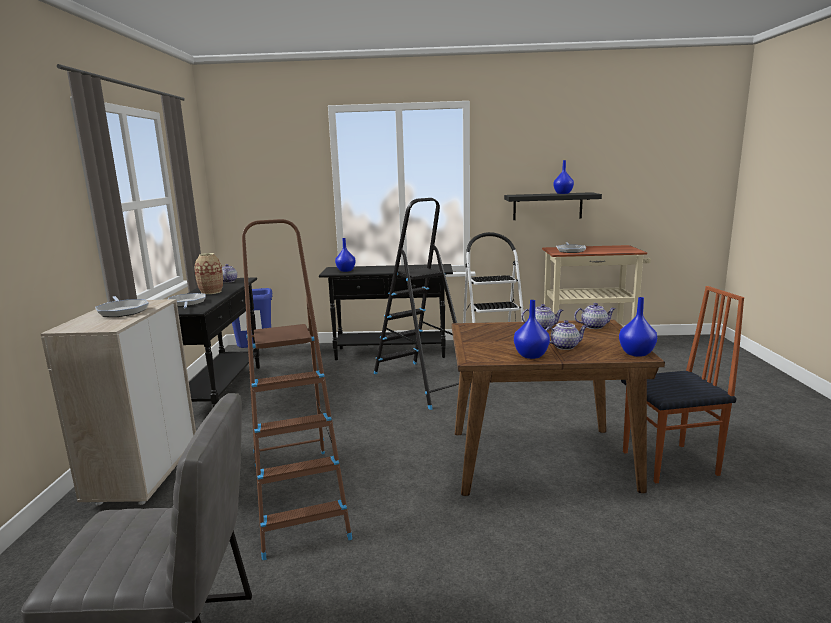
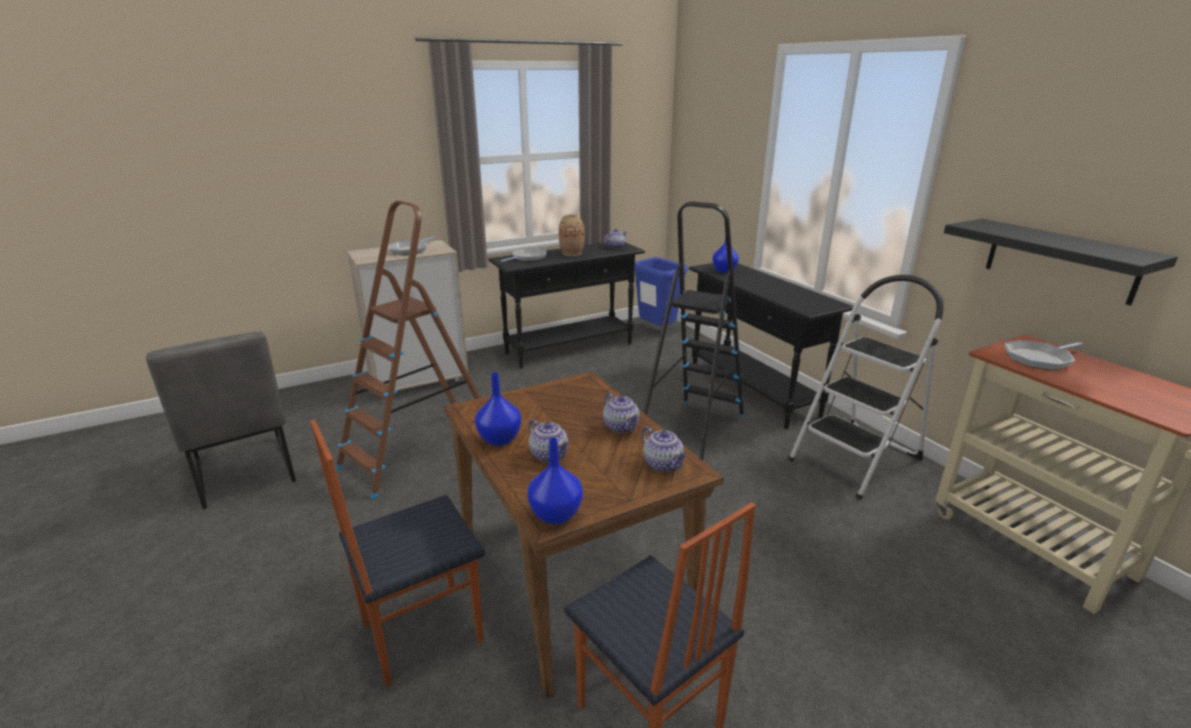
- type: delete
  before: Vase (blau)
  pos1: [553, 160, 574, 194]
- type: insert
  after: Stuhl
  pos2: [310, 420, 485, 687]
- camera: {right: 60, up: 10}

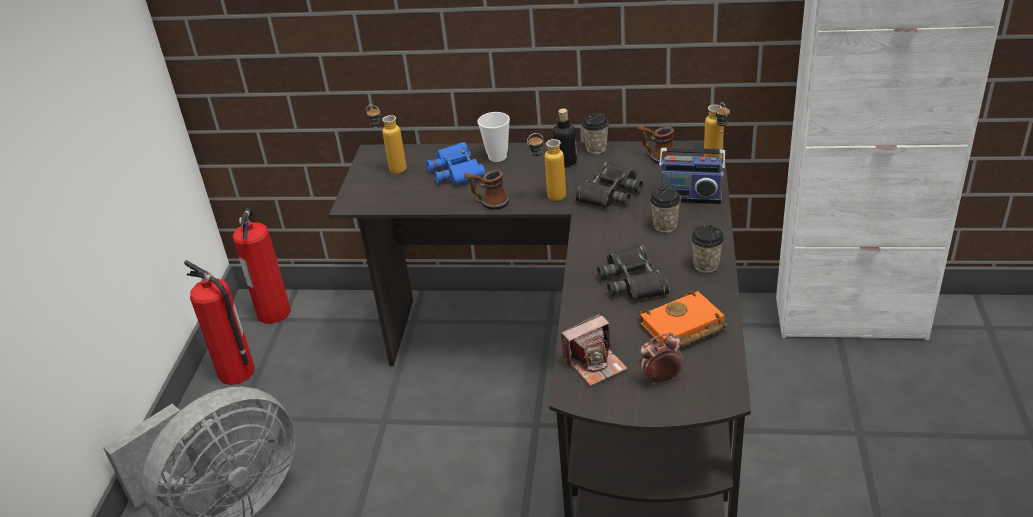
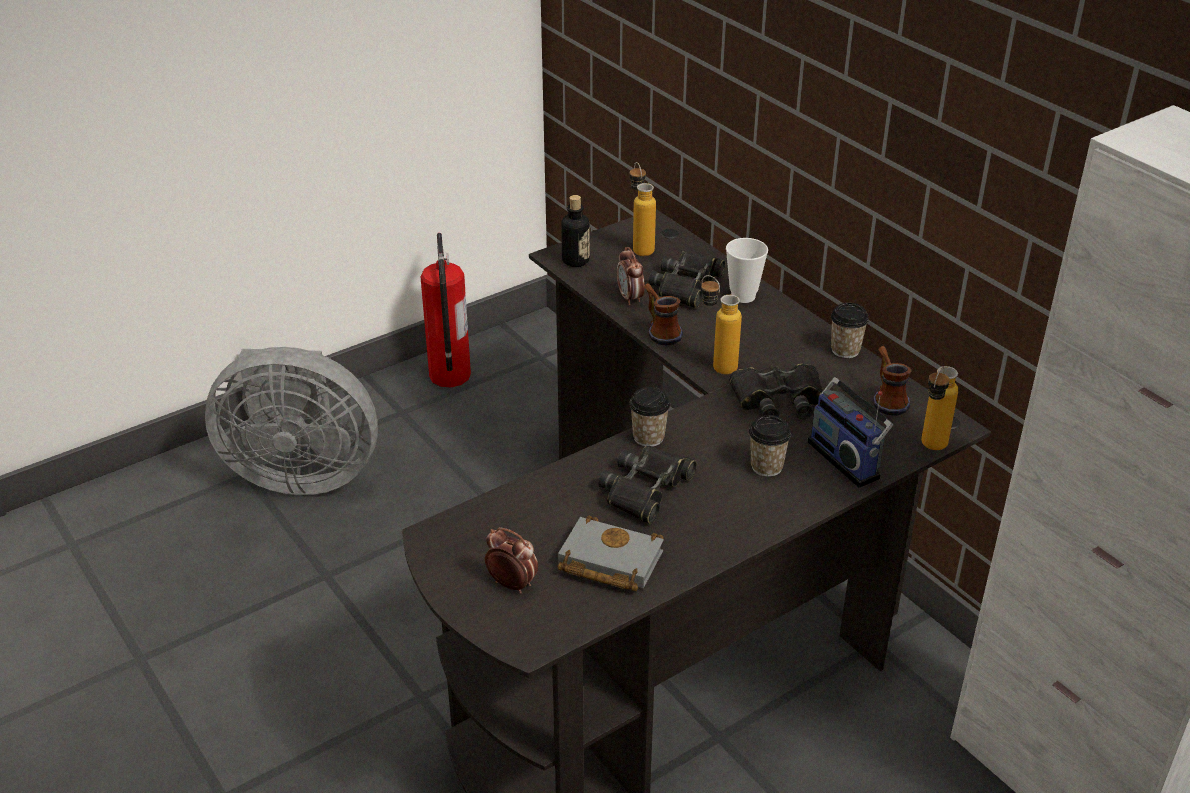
- type: move
  before: Flasche
  pos1: [553, 109, 577, 167]
  pos2: [561, 195, 590, 267]
- type: recolor
  before: Fernglas (blau)
  after: Fernglas (schwarz)
  pos1: [426, 142, 486, 185]
  pos2: [648, 251, 726, 308]
- type: delete
  before: Feuerlöscher
  pos1: [232, 208, 291, 324]
- type: move
  before: Tasse
  pos1: [691, 225, 724, 273]
  pos2: [629, 387, 670, 447]
- type: recolor
  before: Buch (orange)
  after: Buch (grau)
  pos1: [639, 291, 727, 347]
  pos2: [558, 515, 664, 591]
- type: delete
  before: Kamera
  pos1: [561, 314, 628, 386]
- type: insert
  after: Wecker
  pos2: [617, 247, 645, 305]
- camera: {right: 45, up: 0}

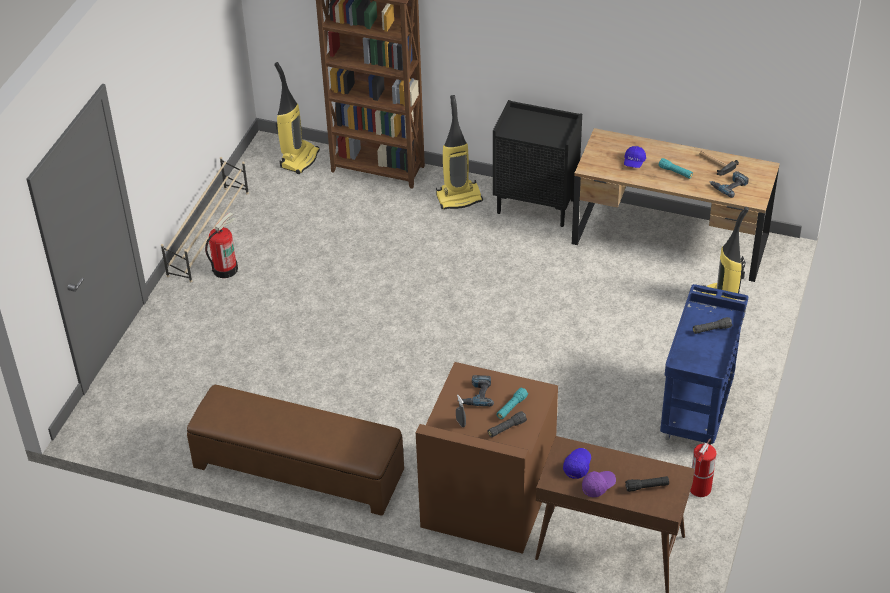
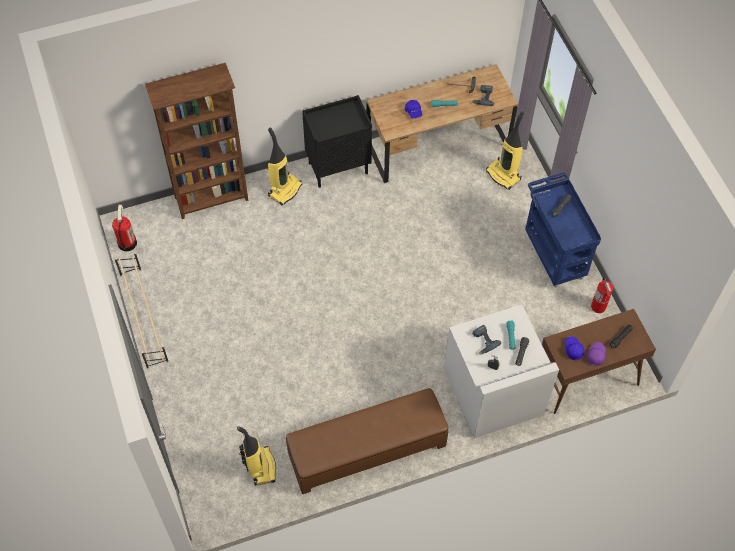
- type: move
  before: Staubsauger
  pos1: [274, 62, 320, 174]
  pos2: [237, 426, 276, 486]
- type: move
  before: Feuerlöscher
  pos1: [205, 212, 238, 278]
  pos2: [112, 205, 137, 251]
- type: recolor
  before: Waschmaschine (braun)
  after: Waschmaschine (weiß)
  pos1: [416, 362, 558, 554]
  pos2: [444, 304, 559, 438]
- camera: {right: -40, up: 15}

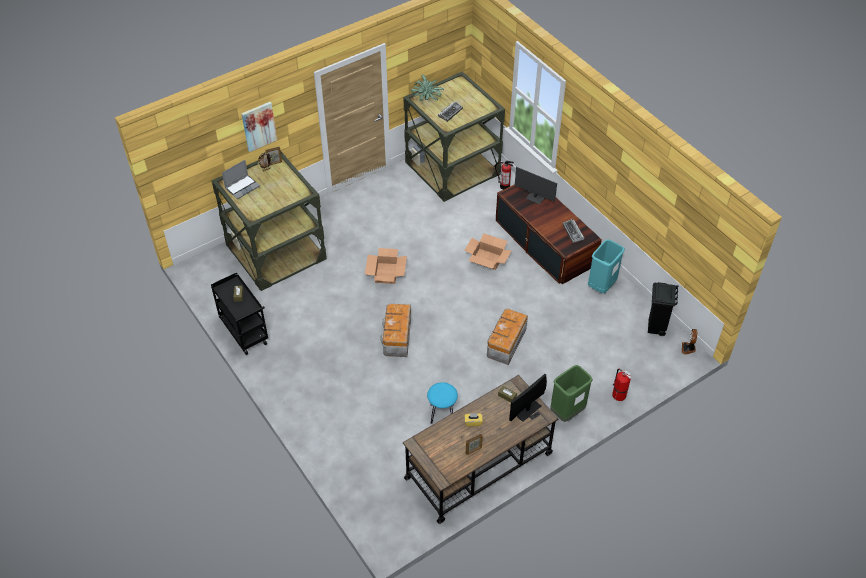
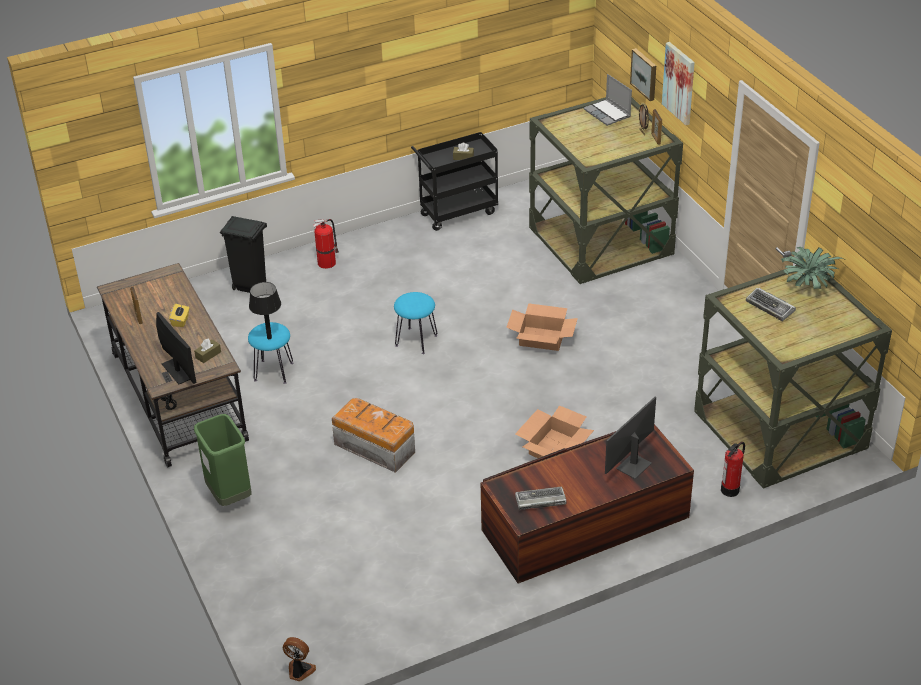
- type: delete
  before: Mülleimer (türkis)
  pos1: [588, 239, 625, 293]
- type: move
  before: Mülleimer (schwarz)
  pos1: [648, 282, 678, 336]
  pos2: [220, 216, 267, 293]
- type: replace
  before: Aufbewahrungsbox
  after: Hocker (türkis)
  pos1: [380, 304, 411, 357]
  pos2: [394, 292, 438, 354]
- type: move
  before: Feuerlöscher
  pos1: [612, 369, 631, 401]
  pos2: [313, 219, 339, 269]
- type: insert
  after: Bild
  pos2: [630, 48, 656, 101]
- type: insert
  after: Tischlampe (schwarz)
  pos2: [249, 282, 281, 339]
- camera: {right: 100, up: -10}

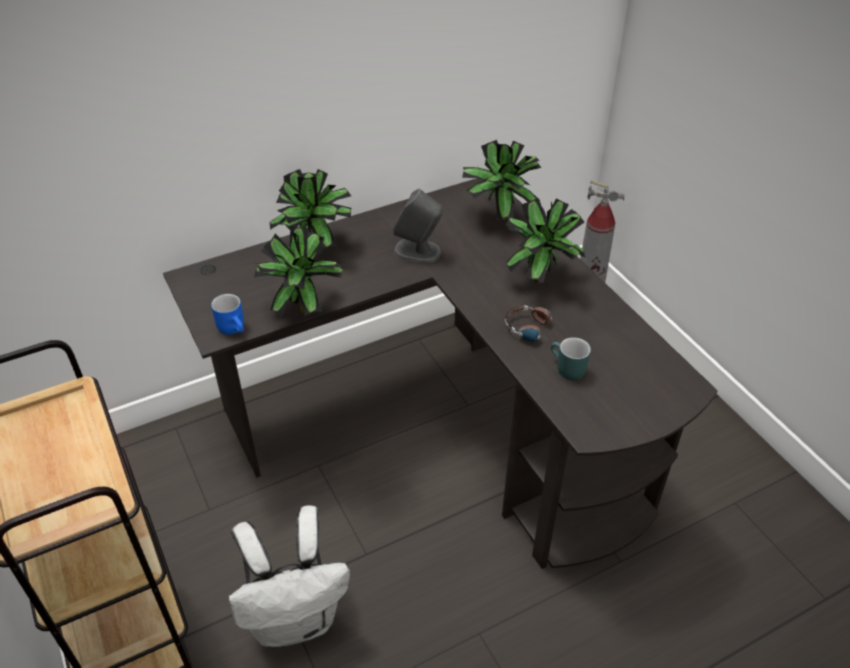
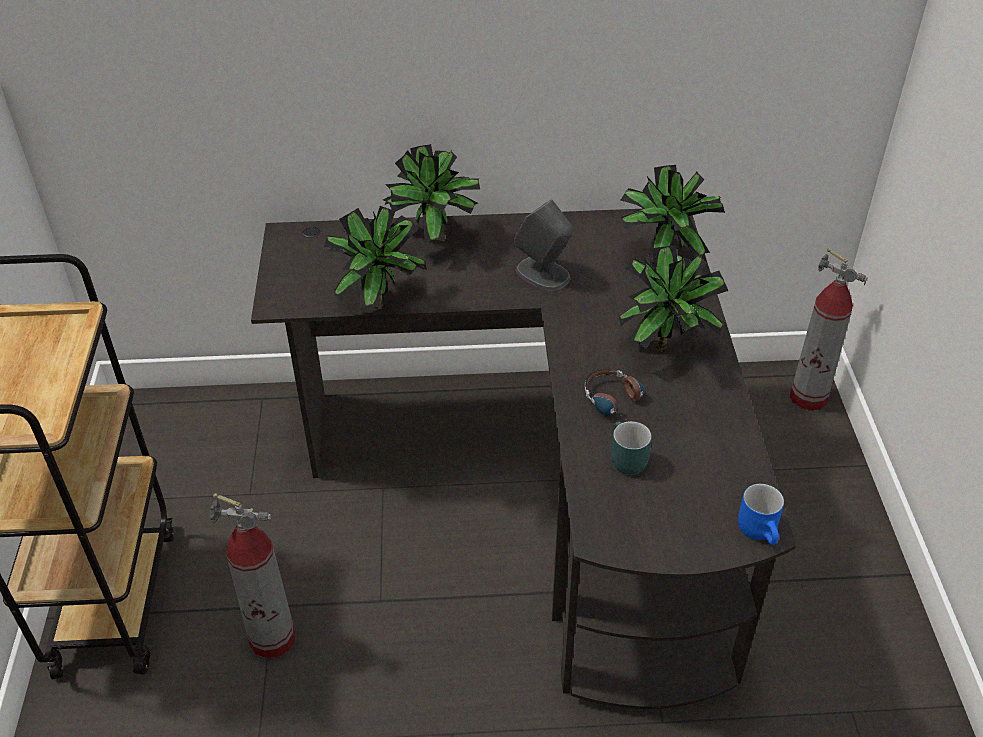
- type: move
  before: Henkelbecher (blau)
  pos1: [211, 294, 244, 335]
  pos2: [738, 484, 784, 545]
- type: replace
  before: Rucksack (weiß)
  after: Feuerlöscher
  pos1: [229, 505, 350, 647]
  pos2: [210, 493, 295, 659]
- camera: {right: 25, up: 0}

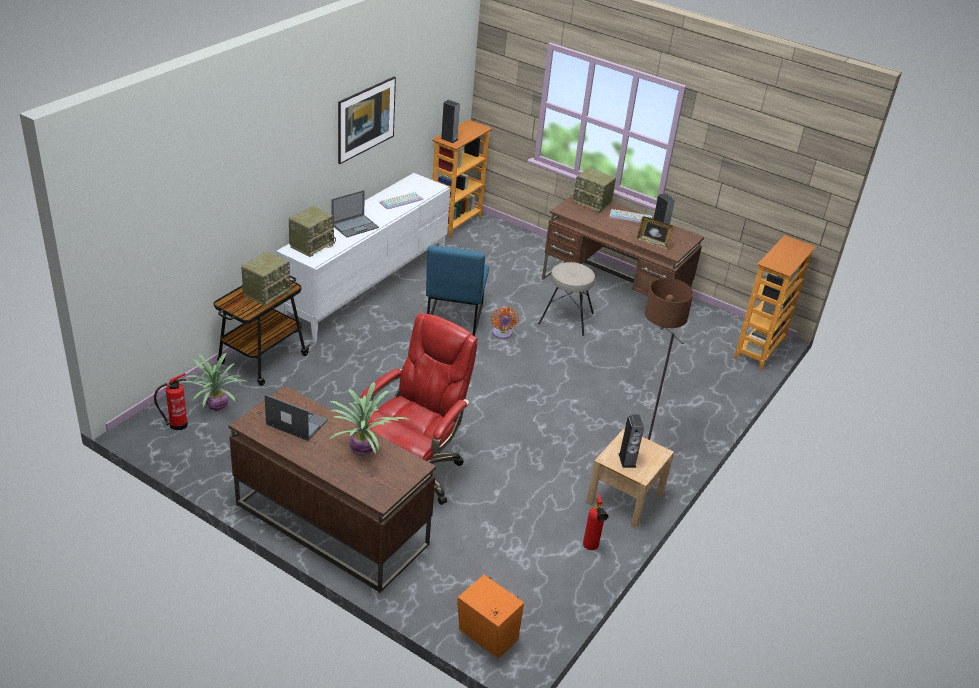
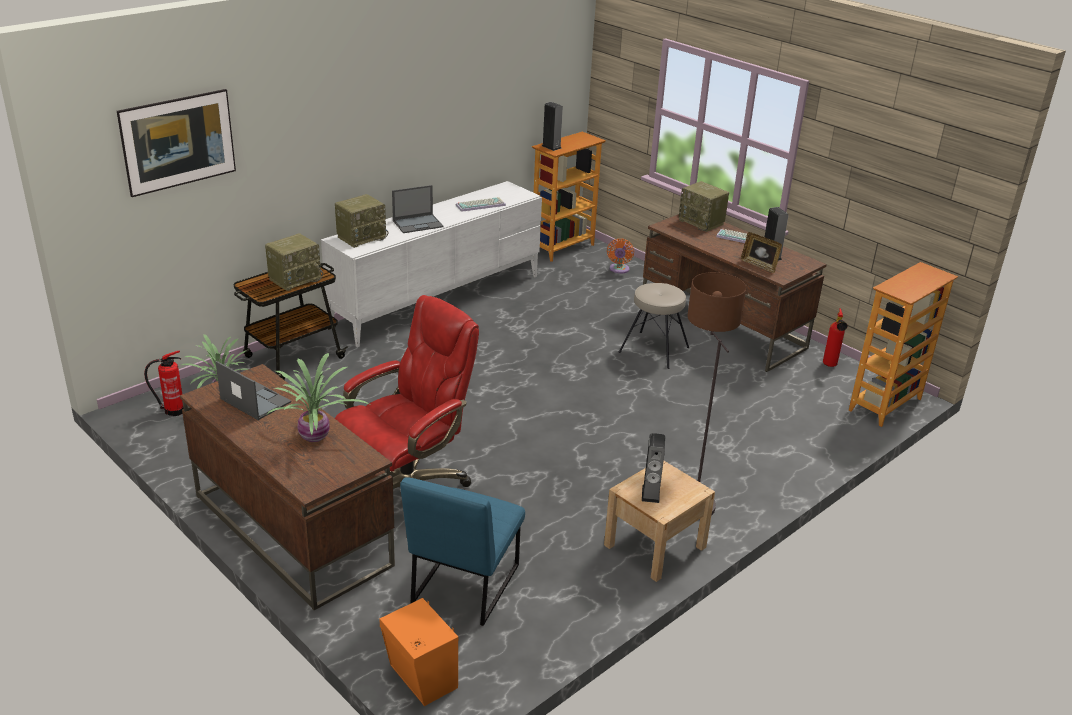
- type: move
  before: Bild
  pos1: [338, 77, 396, 164]
  pos2: [117, 89, 236, 197]
- type: move
  before: Stuhl (blau)
  pos1: [426, 245, 489, 336]
  pos2: [400, 478, 525, 626]
- type: move
  before: Ventilator (orange)
  pos1: [491, 306, 519, 339]
  pos2: [607, 238, 634, 273]
- type: move
  before: Feuerlöscher
  pos1: [583, 493, 608, 550]
  pos2: [823, 309, 848, 367]
- camera: {right: 15, up: -5}

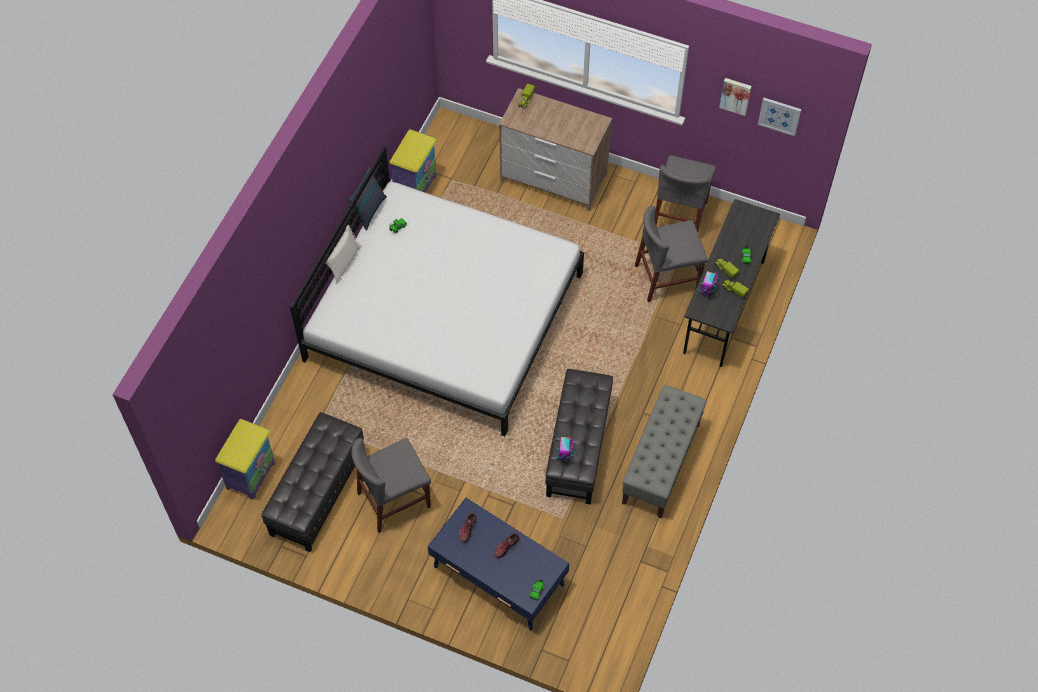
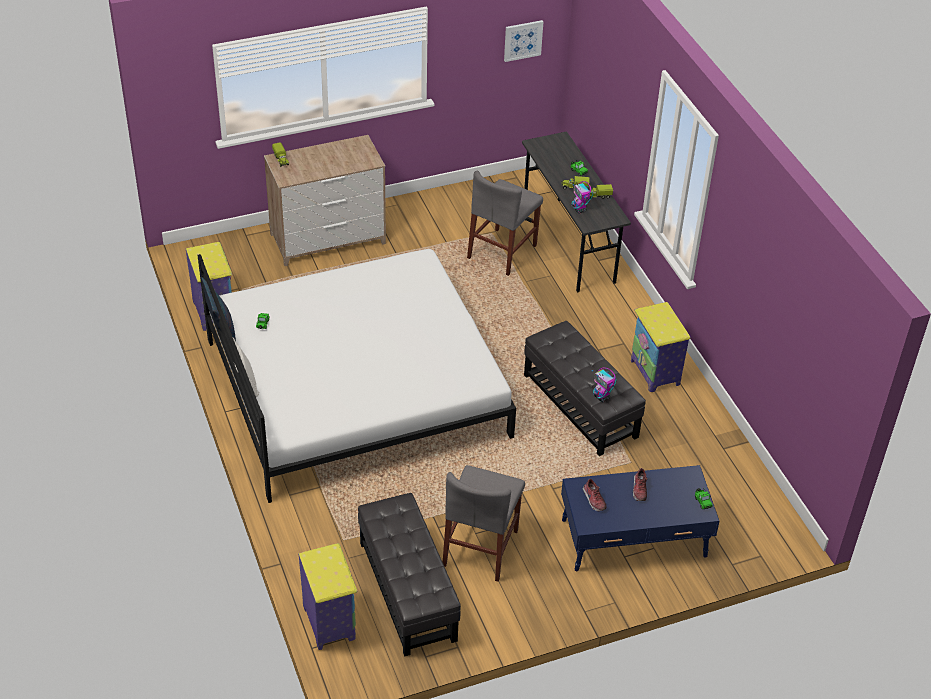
- type: delete
  before: Bild
  pos1: [719, 78, 752, 116]
- type: delete
  before: Stuhl (grau)
  pos1: [655, 155, 716, 232]
- type: replace
  before: Bank (grau)
  after: Nachttisch
  pos1: [622, 385, 707, 519]
  pos2: [631, 302, 691, 392]
- camera: {right: -45, up: -15}

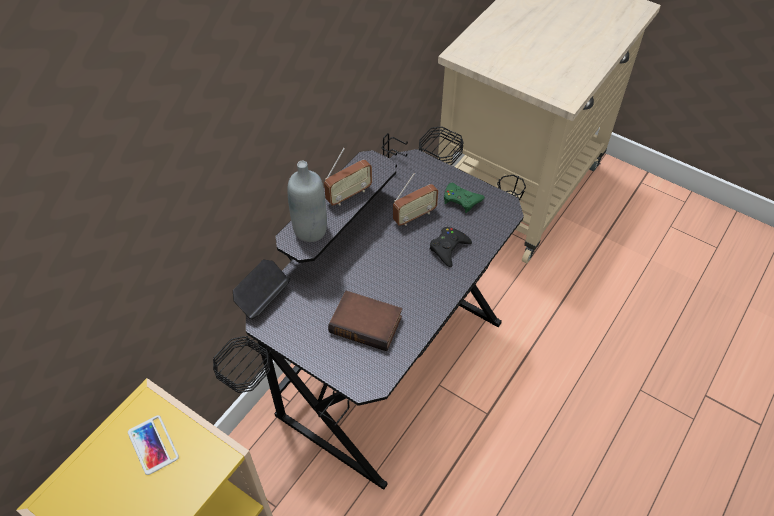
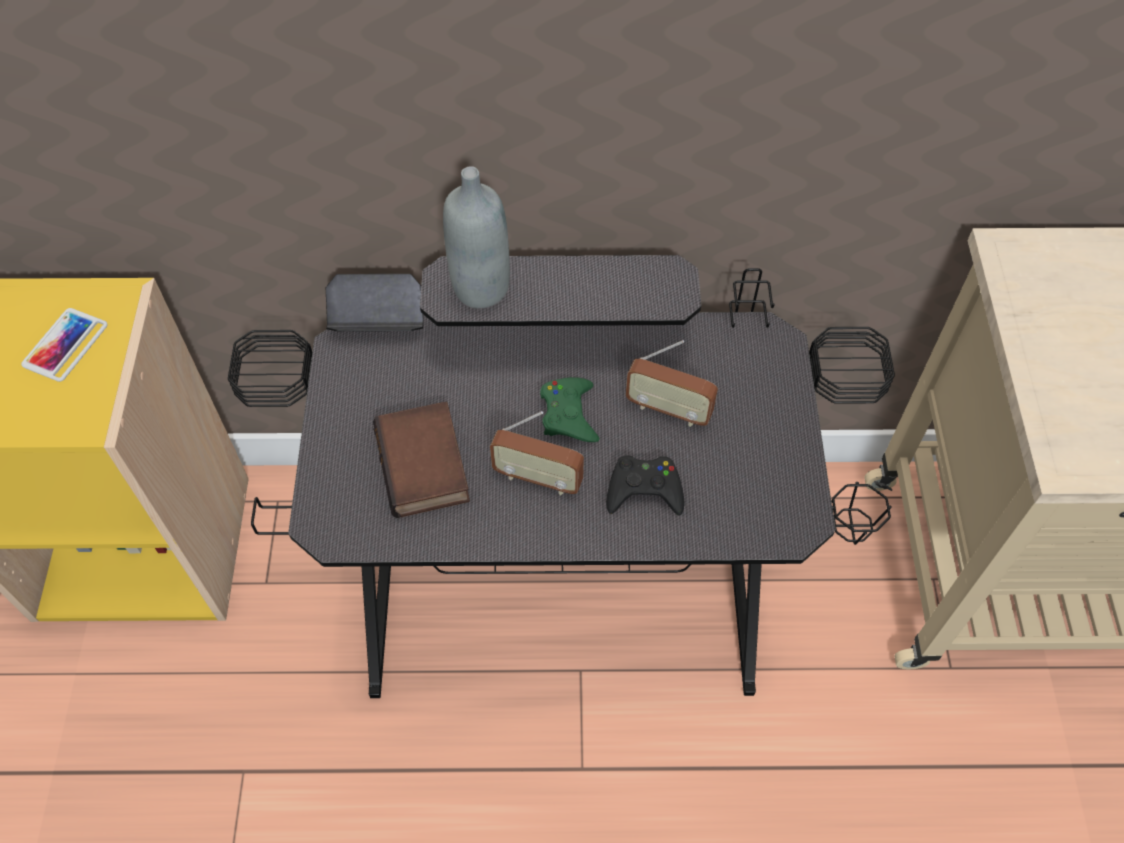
- type: move
  before: Radio
  pos1: [324, 148, 372, 205]
  pos2: [490, 411, 584, 495]
- type: move
  before: Gamepad (grün)
  pos1: [444, 183, 485, 213]
  pos2: [540, 377, 599, 442]
- camera: {right: 55, up: 5}

